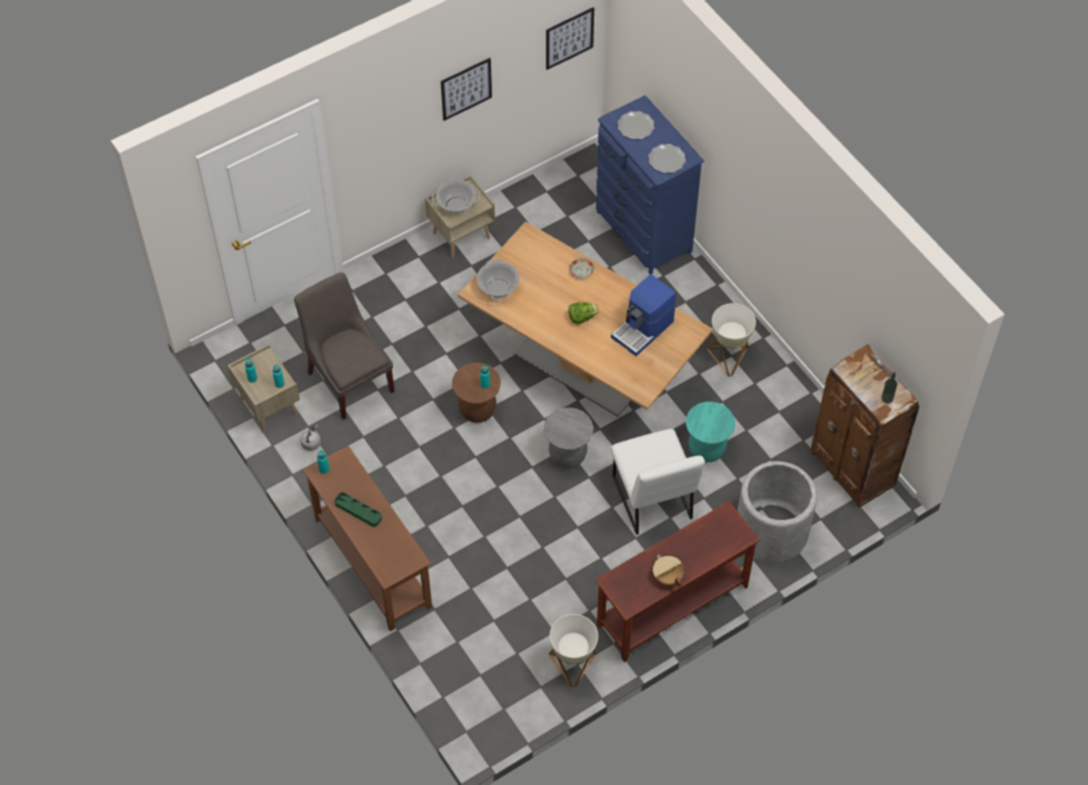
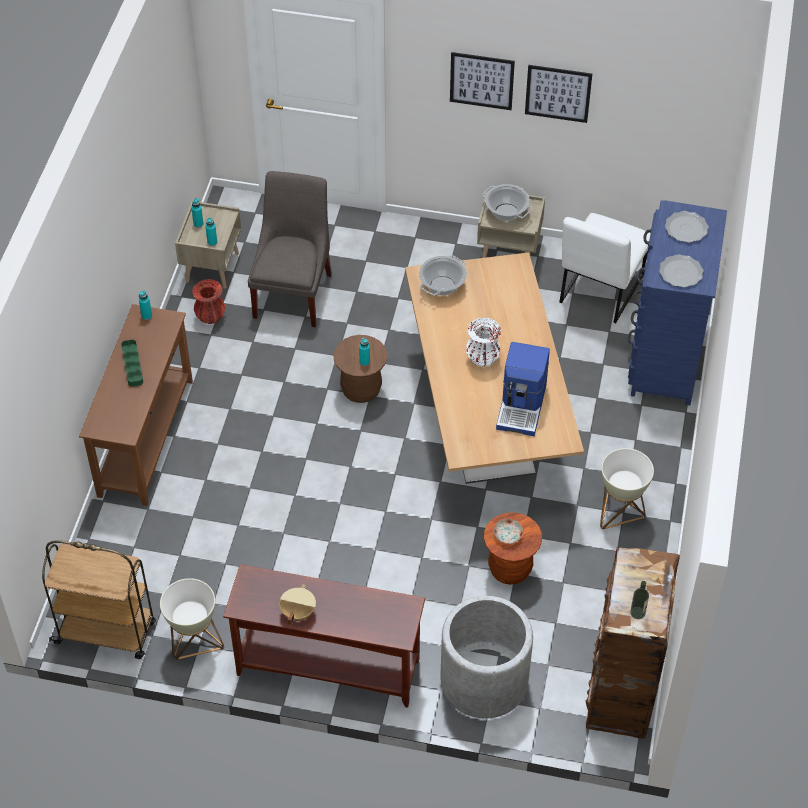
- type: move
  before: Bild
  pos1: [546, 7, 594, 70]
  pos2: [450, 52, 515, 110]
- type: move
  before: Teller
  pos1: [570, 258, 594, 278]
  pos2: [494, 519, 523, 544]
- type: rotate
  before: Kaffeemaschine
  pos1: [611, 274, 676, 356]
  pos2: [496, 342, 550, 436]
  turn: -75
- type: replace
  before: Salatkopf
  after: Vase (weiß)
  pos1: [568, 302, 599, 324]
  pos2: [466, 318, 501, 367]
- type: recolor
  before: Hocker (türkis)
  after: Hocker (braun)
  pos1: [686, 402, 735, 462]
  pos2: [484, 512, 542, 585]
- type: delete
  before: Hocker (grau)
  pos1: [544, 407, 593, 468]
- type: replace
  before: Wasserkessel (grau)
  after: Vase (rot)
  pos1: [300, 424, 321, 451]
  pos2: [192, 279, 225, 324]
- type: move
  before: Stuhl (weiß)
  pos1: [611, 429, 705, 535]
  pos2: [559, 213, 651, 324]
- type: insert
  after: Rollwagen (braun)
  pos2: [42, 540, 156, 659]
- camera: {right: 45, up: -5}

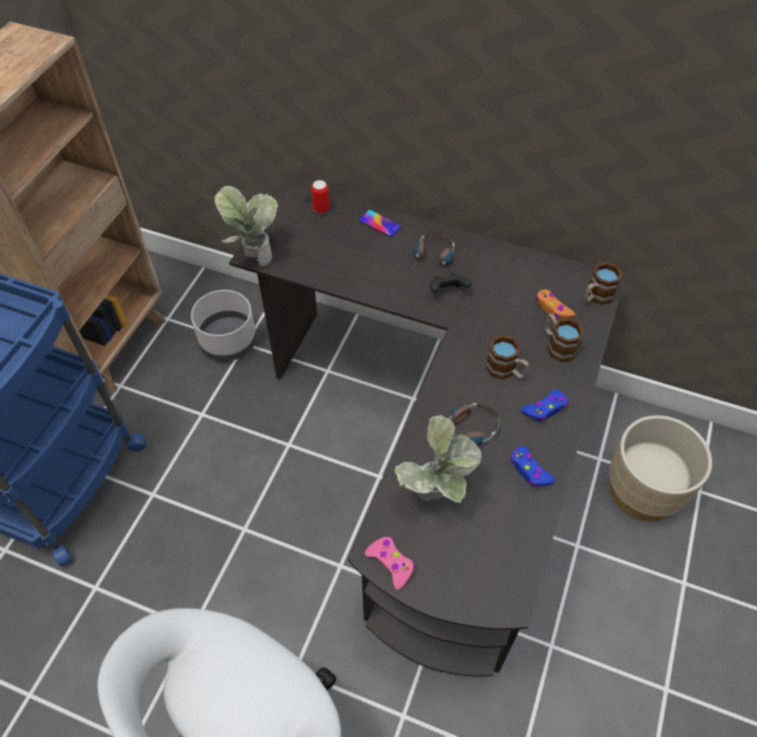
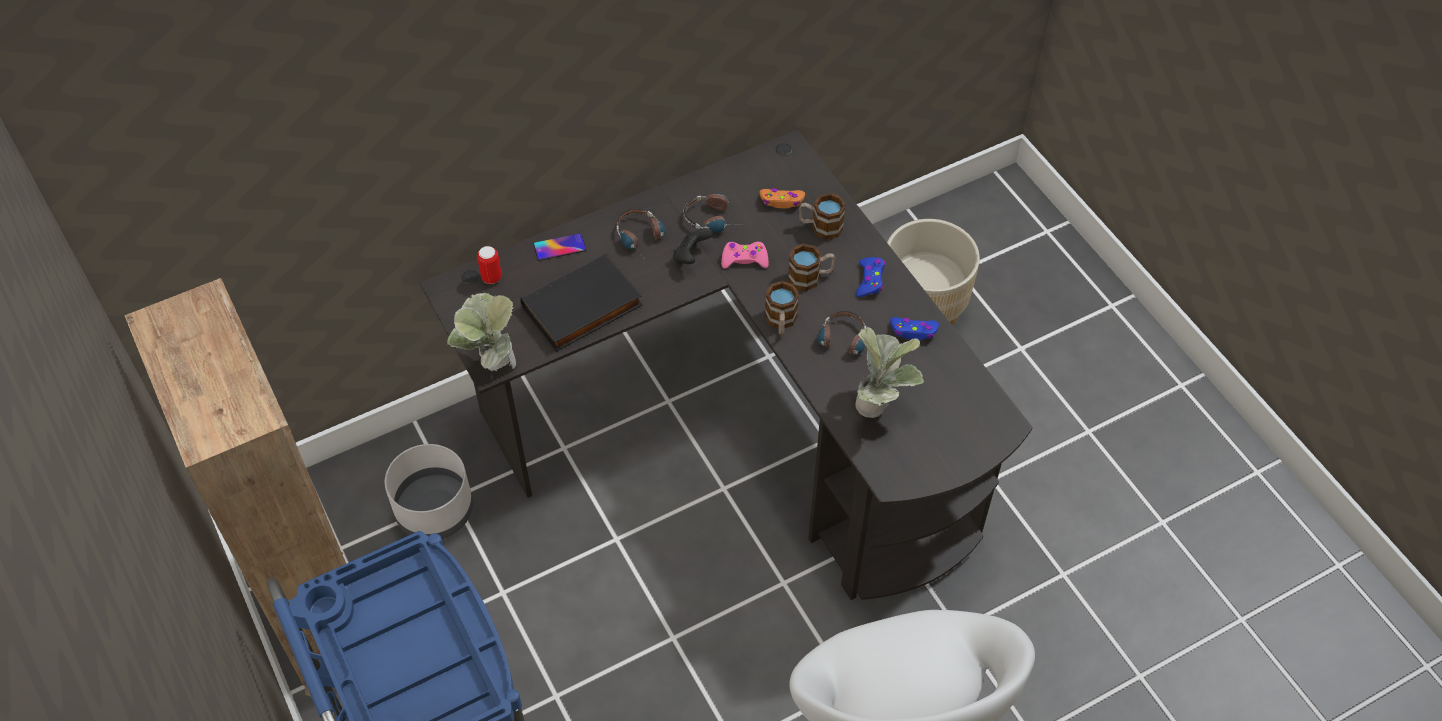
- type: move
  before: Henkelbecher
  pos1: [584, 262, 623, 305]
  pos2: [765, 281, 799, 335]
- type: move
  before: Gamepad (rosa)
  pos1: [365, 536, 415, 590]
  pos2: [721, 242, 769, 268]
- type: insert
  after: Kopfhörer
  pos2: [683, 194, 745, 232]
- type: insert
  after: Buch (schwarz)
  pos2: [520, 253, 643, 351]
- camera: {right: -50, up: 0}

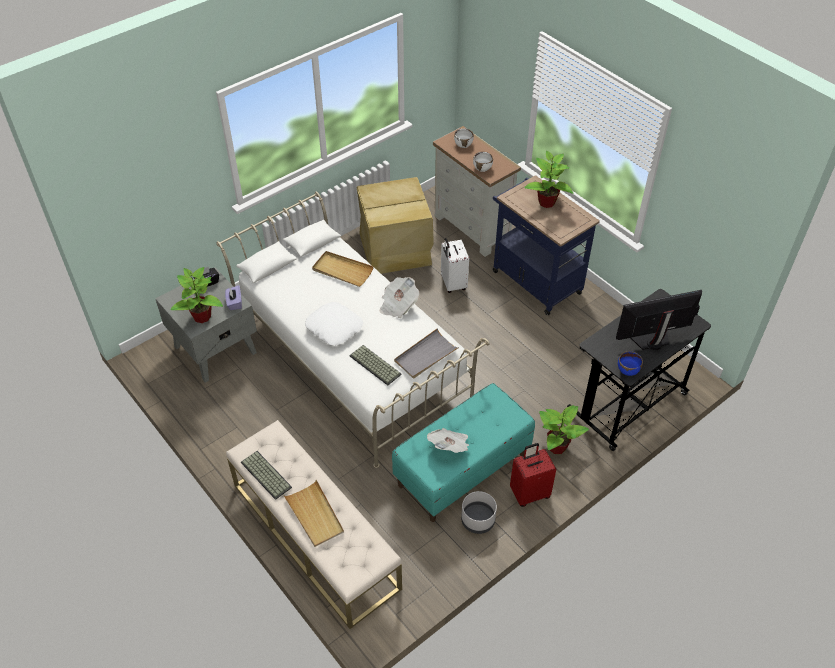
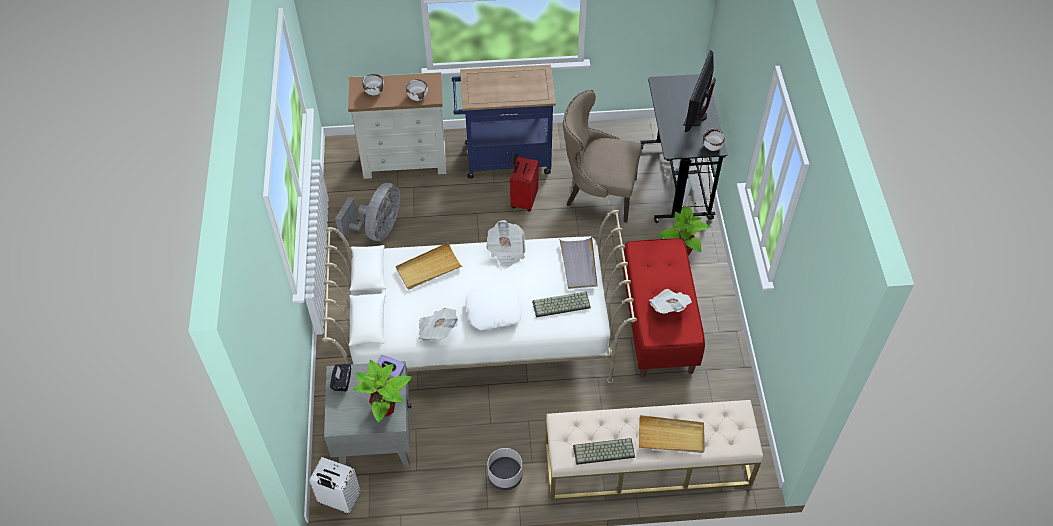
- type: delete
  before: Topfpflanze
  pos1: [524, 151, 573, 208]
- type: replace
  before: Aufbewahrungsbox (beige)
  after: Ventilator (grau)
  pos1: [357, 177, 434, 274]
  pos2: [335, 183, 400, 241]
- type: move
  before: Koffer (weiß)
  pos1: [441, 238, 469, 293]
  pos2: [309, 457, 361, 514]
- type: recolor
  before: Schüssel (blau)
  after: Schüssel (weiß)
  pos1: [618, 351, 643, 376]
  pos2: [703, 129, 725, 151]
- type: recolor
  before: Bank (türkis)
  after: Bank (rot)
  pos1: [392, 383, 535, 522]
  pos2: [622, 238, 705, 377]
- type: move
  before: Koffer (rot)
  pos1: [510, 443, 556, 507]
  pos2: [510, 153, 539, 212]
- type: move
  before: Pflanzkübel (grau)
  pos1: [461, 491, 497, 534]
  pos2: [487, 448, 522, 490]
- type: insert
  after: Stuhl (beige)
  pos2: [563, 89, 642, 223]
- type: insert
  after: Zeitung
  pos2: [418, 308, 458, 341]
- camera: {right: -55, up: 5}

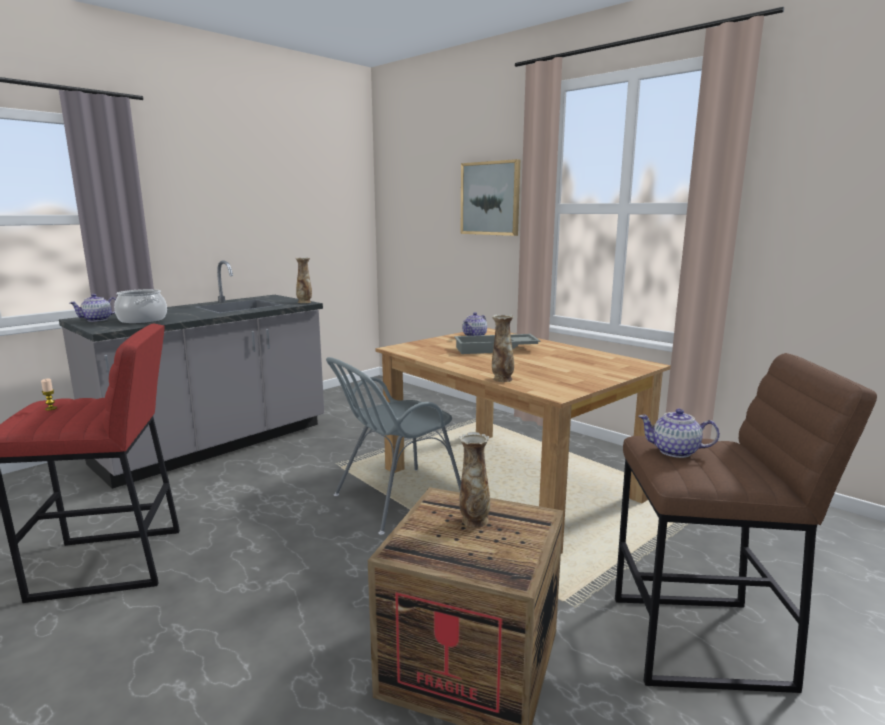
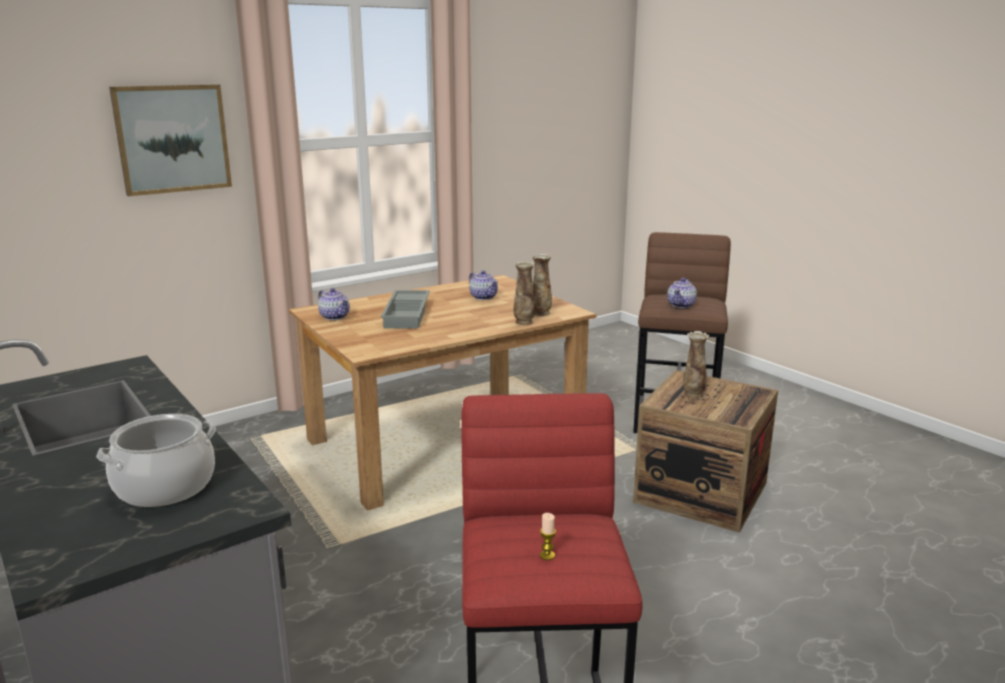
- type: move
  before: Vase
  pos1: [296, 257, 312, 303]
  pos2: [532, 254, 552, 316]
- type: move
  before: Teekanne
  pos1: [70, 294, 116, 322]
  pos2: [469, 270, 498, 300]
- type: delete
  before: Stuhl (grau)
  pos1: [326, 357, 461, 535]
- camera: {right: -80, up: 5}

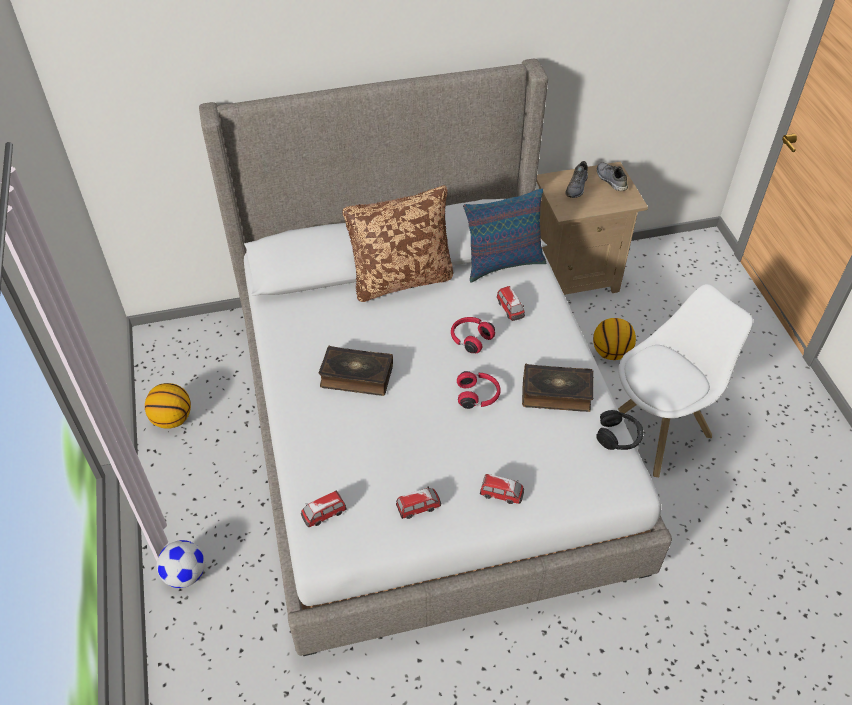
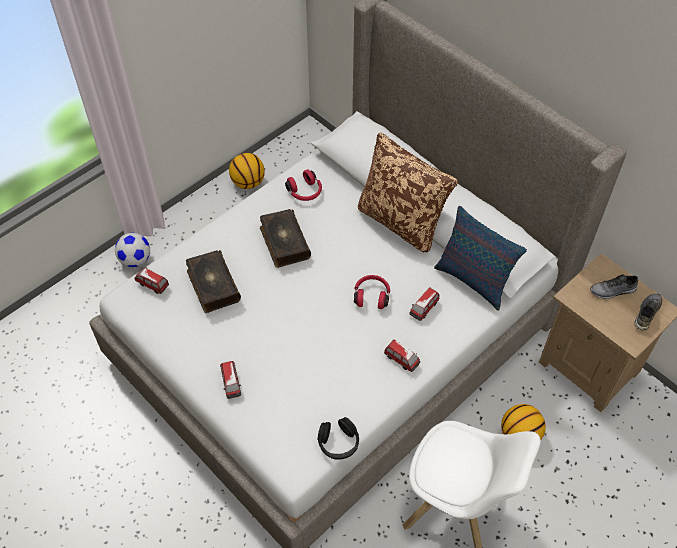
- type: move
  before: Buch
  pos1: [522, 364, 594, 412]
  pos2: [186, 250, 241, 313]
- type: move
  before: Kopfhörer (rot)
  pos1: [457, 371, 501, 409]
  pos2: [285, 170, 322, 201]
- type: move
  before: Spielzeugauto
  pos1: [396, 486, 441, 519]
  pos2: [384, 339, 420, 372]
- camera: {right: 60, up: 5}

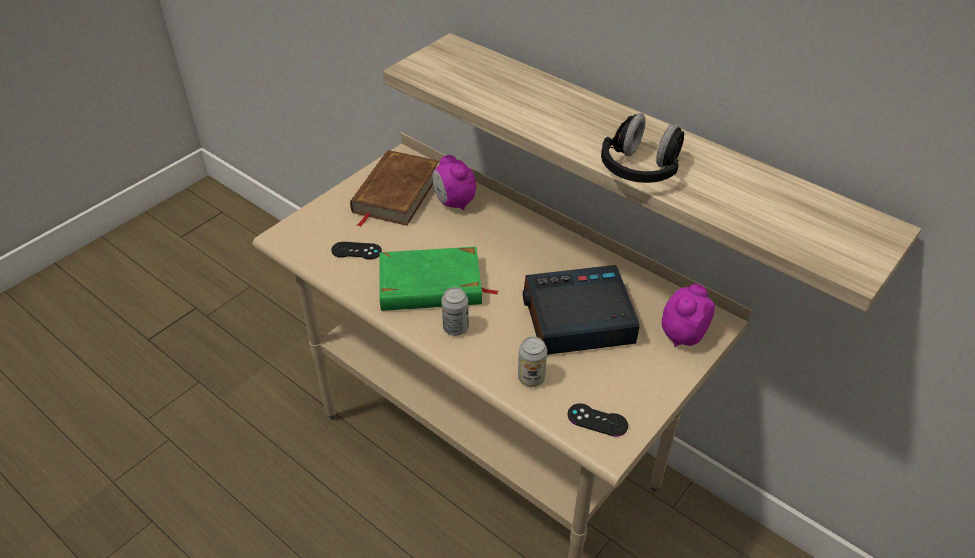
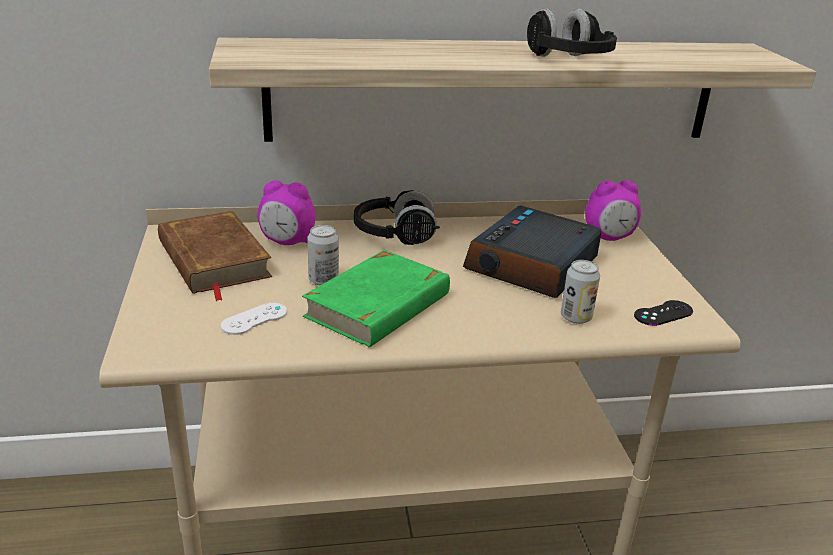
- type: recolor
  before: Gamepad (schwarz)
  after: Gamepad (weiß)
  pos1: [331, 242, 382, 260]
  pos2: [221, 303, 287, 335]
- type: rotate
  before: Wecker
  pos1: [662, 284, 715, 347]
  pos2: [585, 180, 641, 241]
  turn: -90
- type: move
  before: Dose
  pos1: [441, 287, 469, 336]
  pos2: [307, 225, 339, 286]
- type: insert
  after: Kopfhörer (schwarz)
  pos2: [354, 190, 440, 245]
- camera: {right: -50, up: -15}

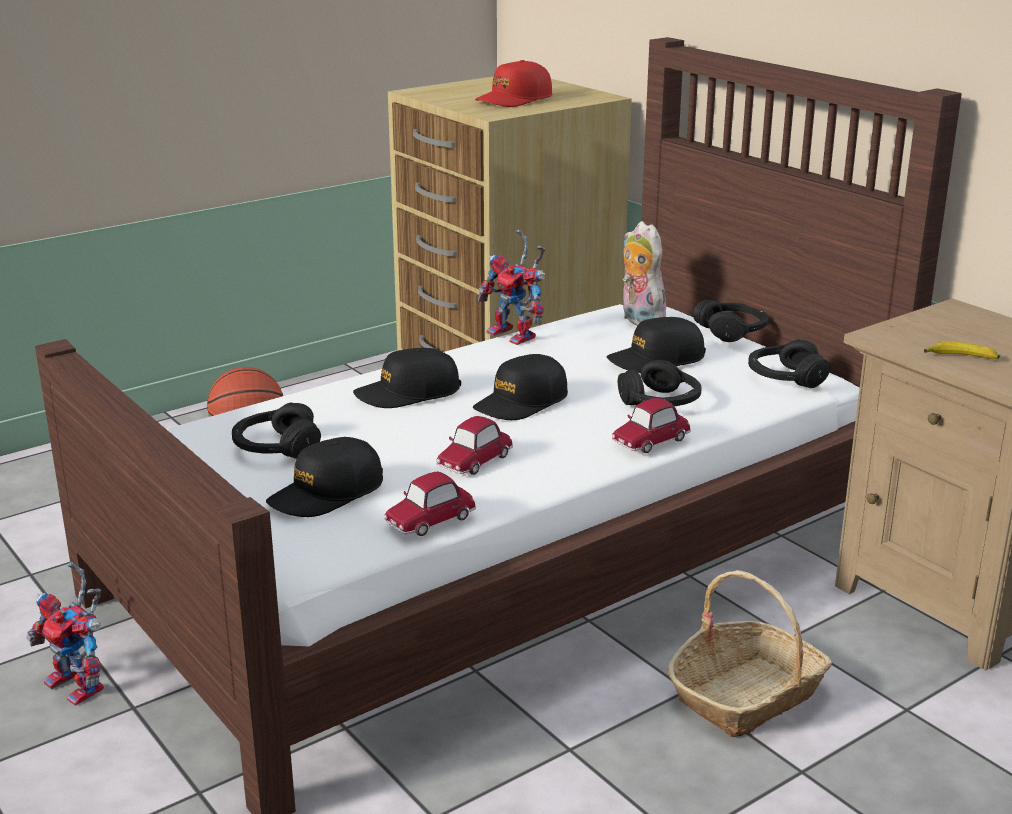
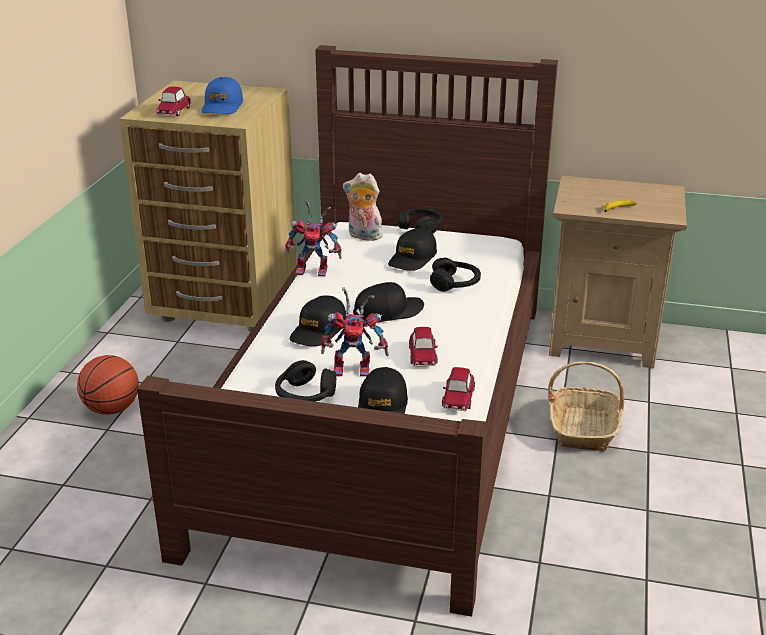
- type: recolor
  before: Kappe (rot)
  after: Kappe (blau)
  pos1: [475, 60, 552, 107]
  pos2: [201, 77, 243, 114]
- type: delete
  before: Kopfhörer (schwarz)
  pos1: [748, 339, 830, 388]
- type: rotate
  before: Kappe (schwarz)
  pos1: [473, 354, 568, 420]
  pos2: [353, 282, 424, 322]
  turn: -120
- type: move
  before: Spielzeugauto
  pos1: [612, 398, 691, 453]
  pos2: [156, 86, 191, 116]
- type: move
  before: Spielzeugroboter
  pos1: [27, 562, 104, 706]
  pos2: [321, 287, 388, 376]
- camera: {right: -40, up: 5}

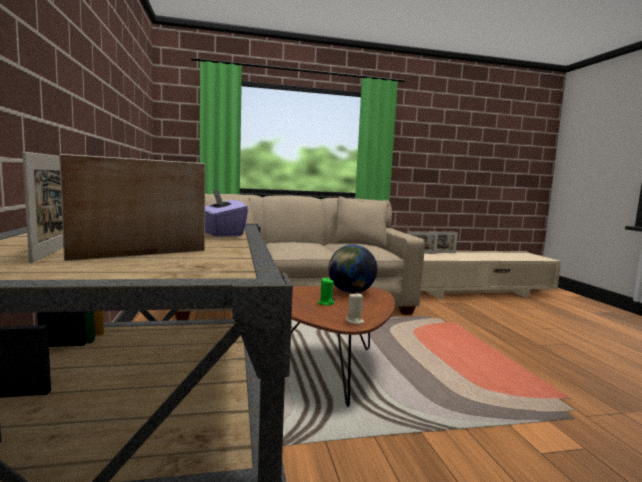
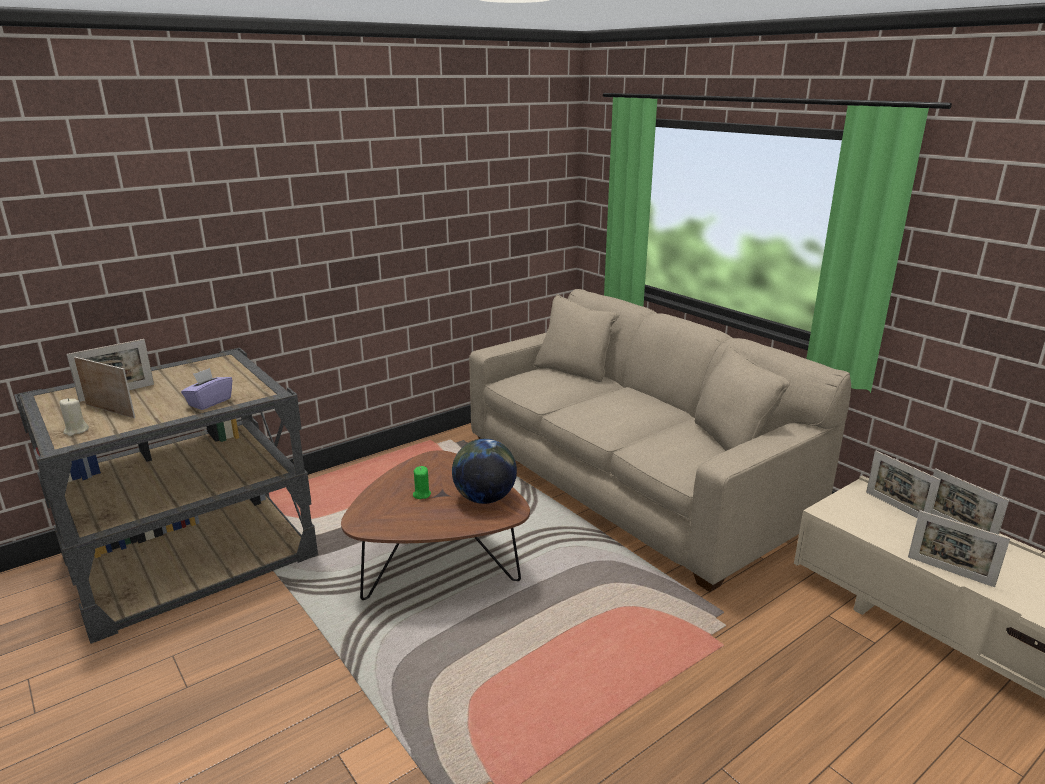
- type: move
  before: Kerze (beige)
  pos1: [346, 292, 364, 325]
  pos2: [60, 399, 89, 436]
- type: insert
  after: Bilderrahmen
  pos2: [908, 510, 1010, 587]
- camera: {right: 65, up: 15}

